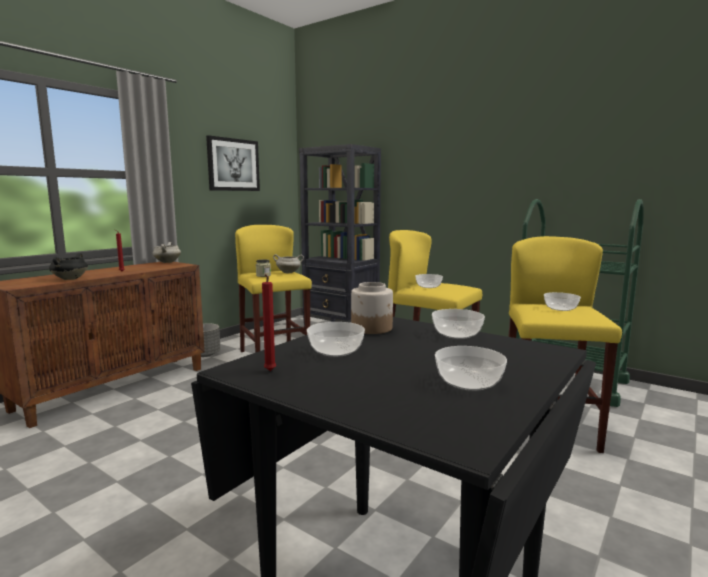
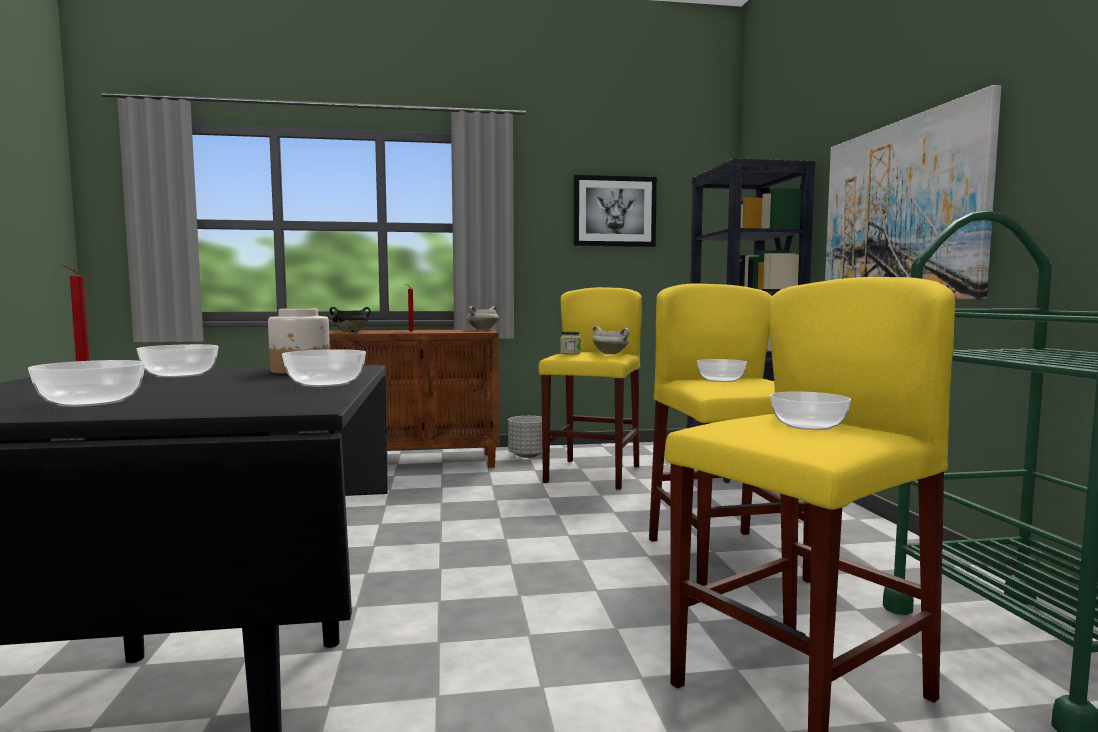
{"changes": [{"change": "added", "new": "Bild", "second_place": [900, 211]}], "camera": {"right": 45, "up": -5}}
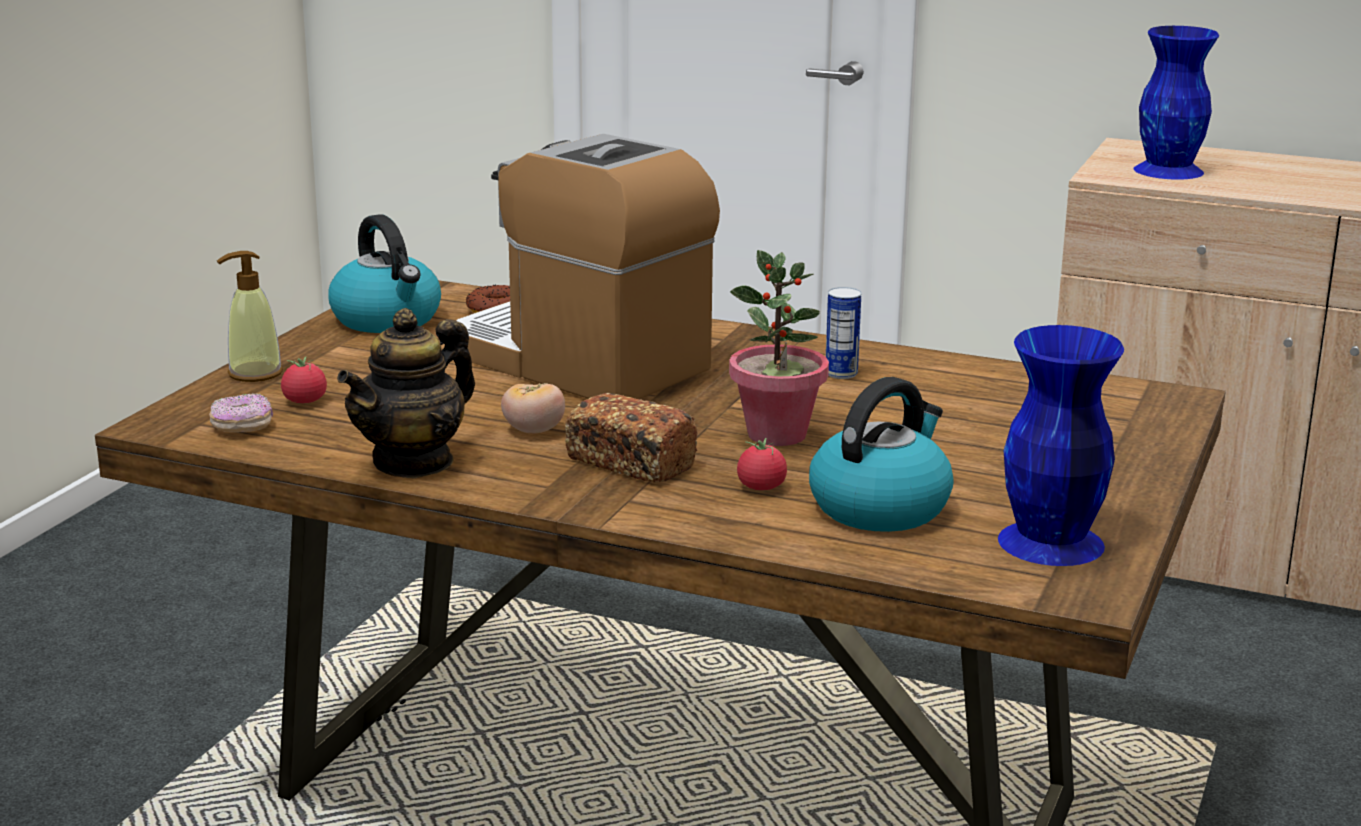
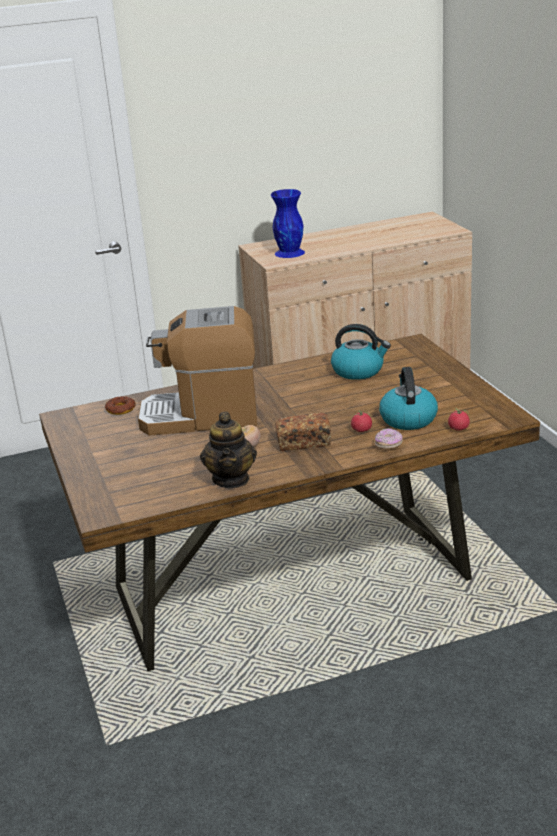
{"changes": [{"change": "moved", "old": "Donut", "first_place": [242, 428], "second_place": [388, 445]}, {"change": "removed", "old": "Seifenspender", "first_place": [254, 373]}, {"change": "moved", "old": "Tomate", "first_place": [305, 401], "second_place": [458, 428]}, {"change": "moved", "old": "Wasserkessel", "first_place": [388, 319], "second_place": [359, 371]}, {"change": "removed", "old": "Topfpflanze", "first_place": [777, 435]}, {"change": "removed", "old": "Dose", "first_place": [841, 373]}, {"change": "removed", "old": "Vase/blau", "first_place": [1049, 542]}], "camera": {"right": -40, "up": 5}}
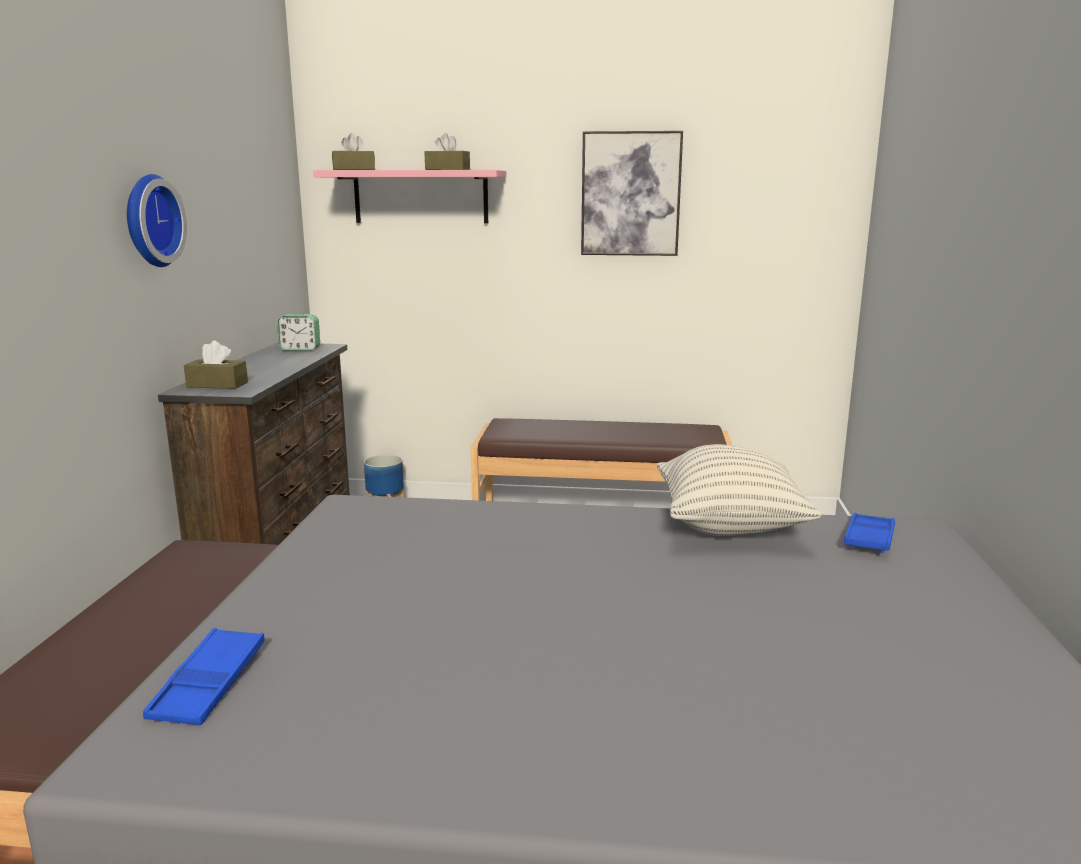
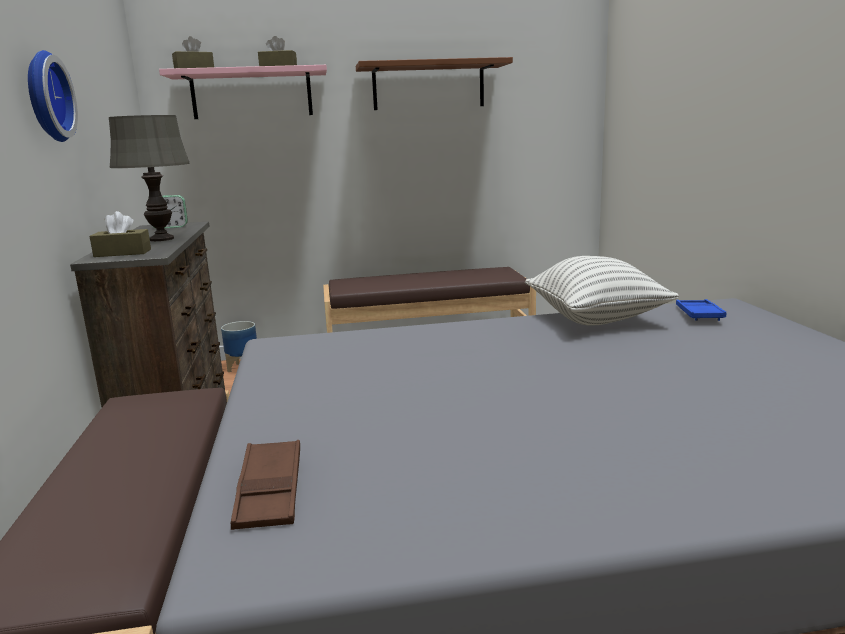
{"changes": [{"change": "recoloured", "old": "Tablett/blau", "new": "Tablett/braun", "first_place": [209, 684], "second_place": [270, 491]}, {"change": "replaced", "old": "Bild", "new": "Wandregal/braun", "first_place": [630, 194], "second_place": [428, 86]}, {"change": "added", "new": "Tischlampe/grau", "second_place": [162, 239]}], "camera": {"right": -15, "up": 0}}
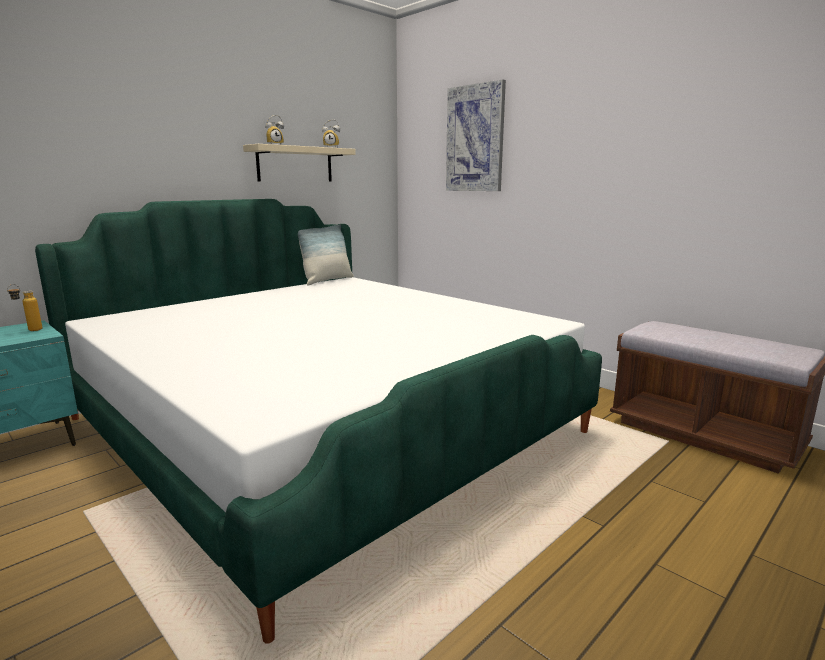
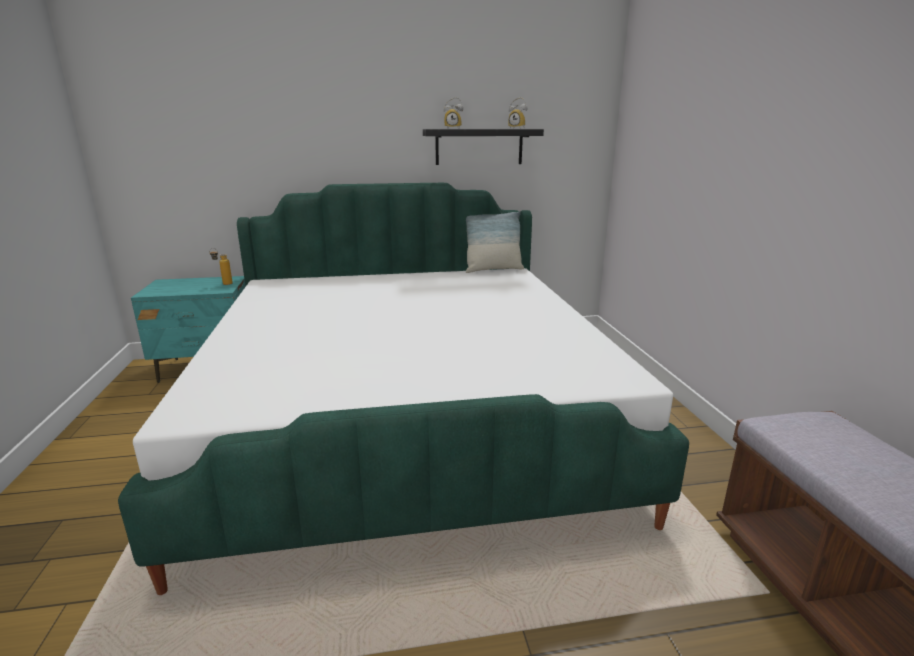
{"changes": [{"change": "recoloured", "old": "Wandregal/beige", "new": "Wandregal/schwarz", "first_place": [295, 164], "second_place": [479, 147]}, {"change": "removed", "old": "Bild", "first_place": [475, 139]}], "camera": {"right": 35, "up": 5}}
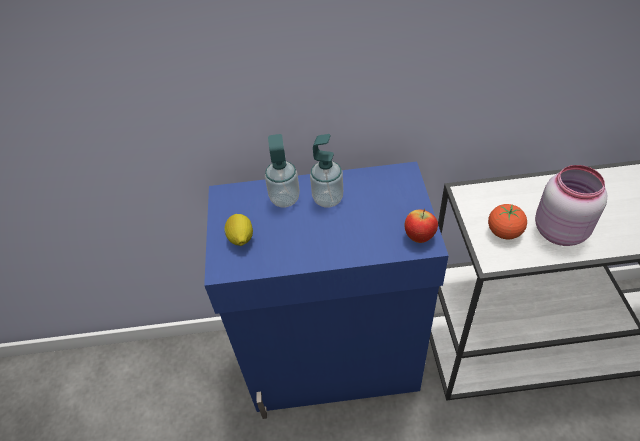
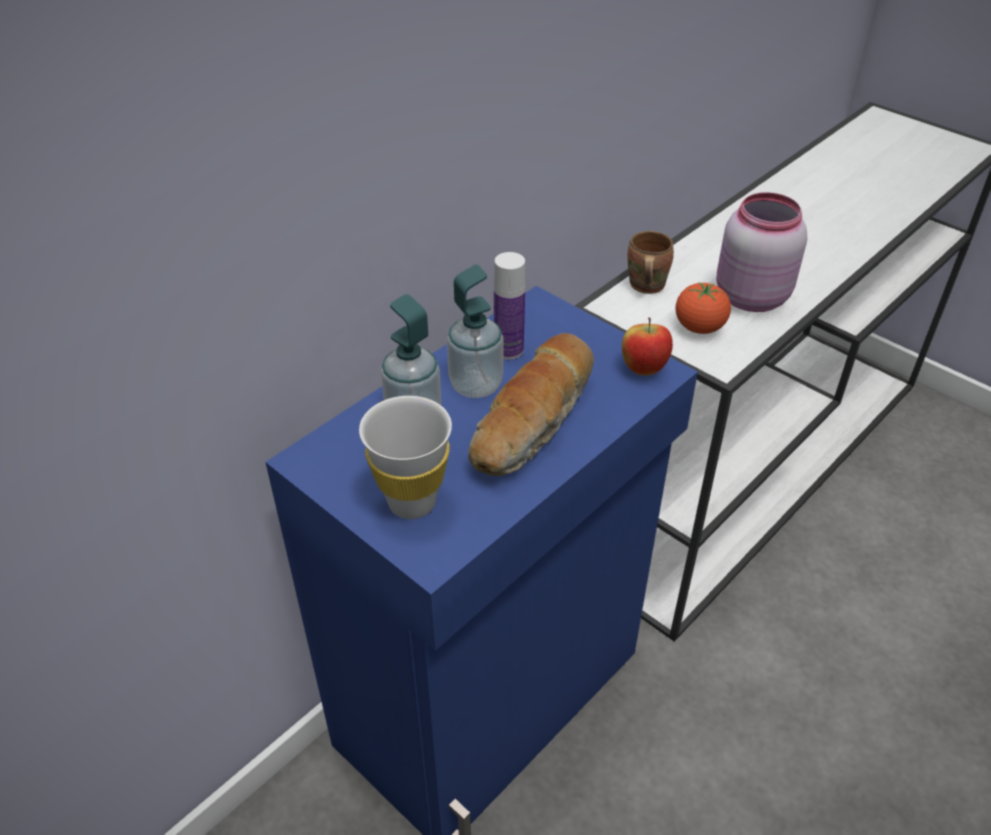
{"changes": [{"change": "replaced", "old": "Zitrone", "new": "Tasse/weiß", "first_place": [241, 239], "second_place": [412, 502]}, {"change": "added", "new": "Brot", "second_place": [534, 422]}, {"change": "added", "new": "Flasche", "second_place": [508, 350]}, {"change": "added", "new": "Henkelbecher/braun", "second_place": [644, 286]}], "camera": {"right": -45, "up": -5}}
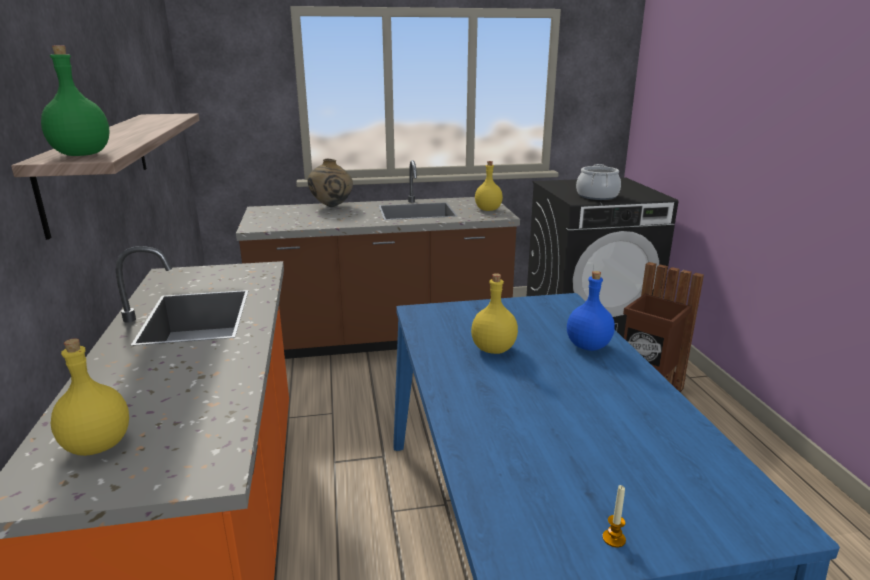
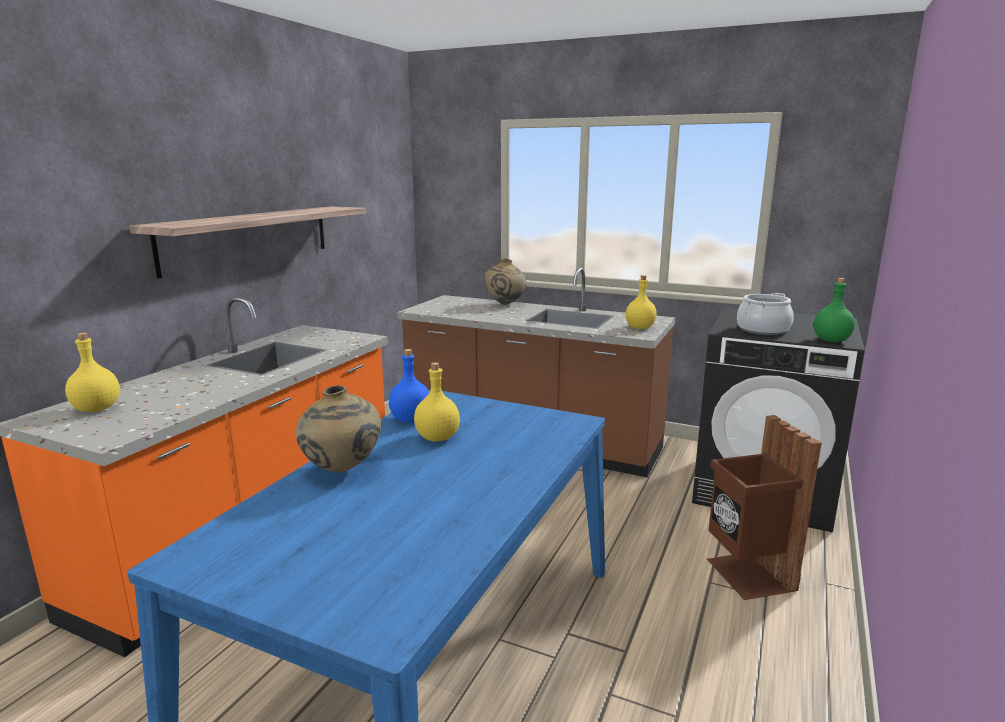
{"changes": [{"change": "moved", "old": "Flasche/grün", "first_place": [83, 154], "second_place": [832, 340]}, {"change": "moved", "old": "Flasche/blau", "first_place": [589, 346], "second_place": [411, 420]}, {"change": "removed", "old": "Kerze", "first_place": [613, 539]}, {"change": "added", "new": "Vase/beige", "second_place": [343, 471]}], "camera": {"right": 35, "up": -5}}
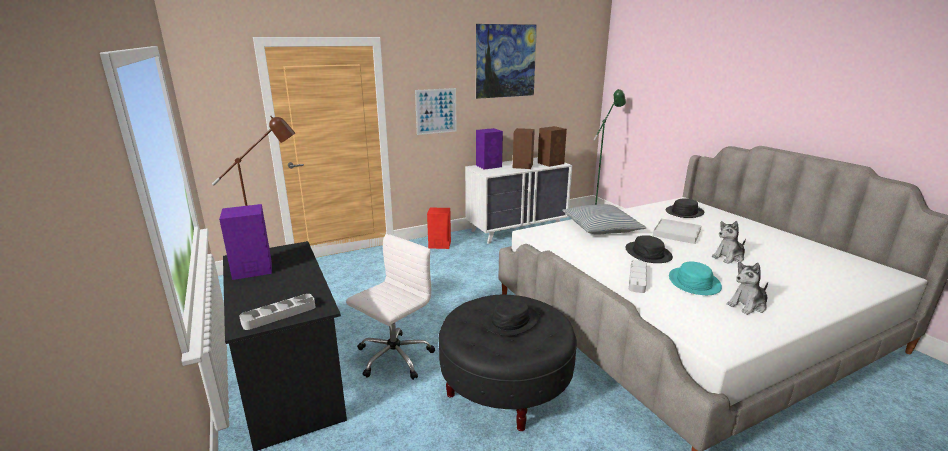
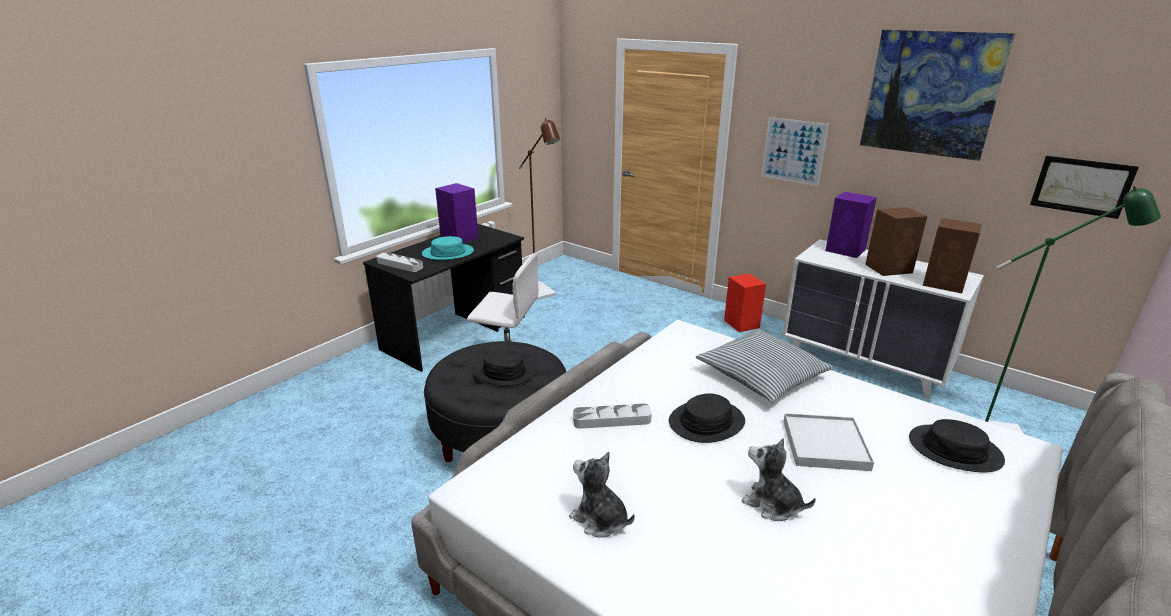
{"changes": [{"change": "moved", "old": "Hut/türkis", "first_place": [694, 282], "second_place": [448, 253]}, {"change": "added", "new": "Bild", "second_place": [1081, 186]}], "camera": {"right": 65, "up": 5}}
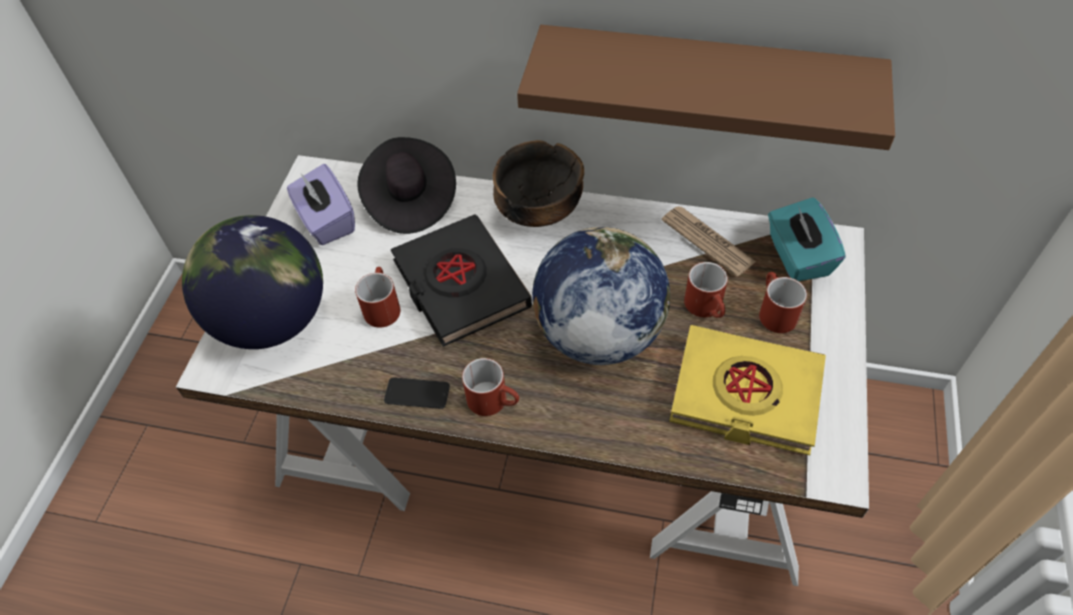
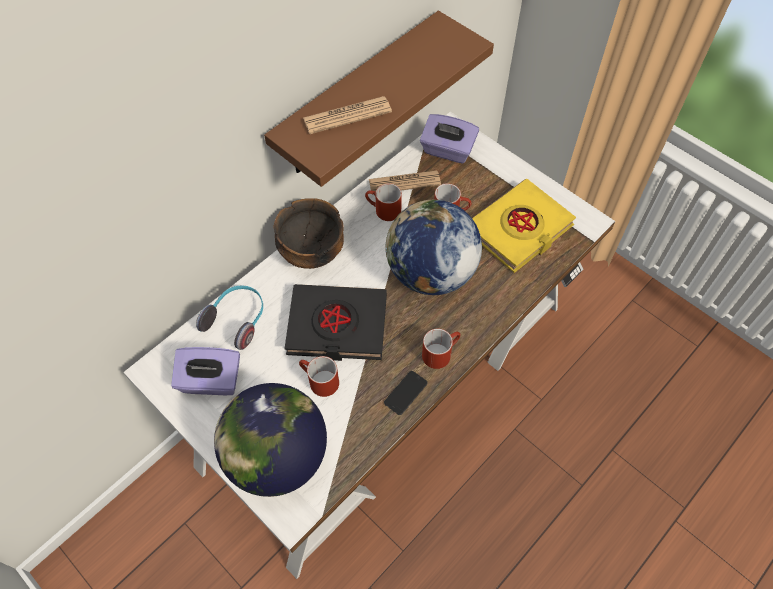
{"changes": [{"change": "replaced", "old": "Hut/schwarz", "new": "Kopfhörer", "first_place": [409, 201], "second_place": [237, 320]}, {"change": "moved", "old": "Henkelbecher/rot", "first_place": [773, 312], "second_place": [383, 210]}, {"change": "recoloured", "old": "Taschentuchbox/türkis", "new": "Taschentuchbox/lila", "first_place": [797, 257], "second_place": [447, 150]}, {"change": "added", "new": "Zeitung", "second_place": [347, 115]}], "camera": {"right": -60, "up": 5}}
